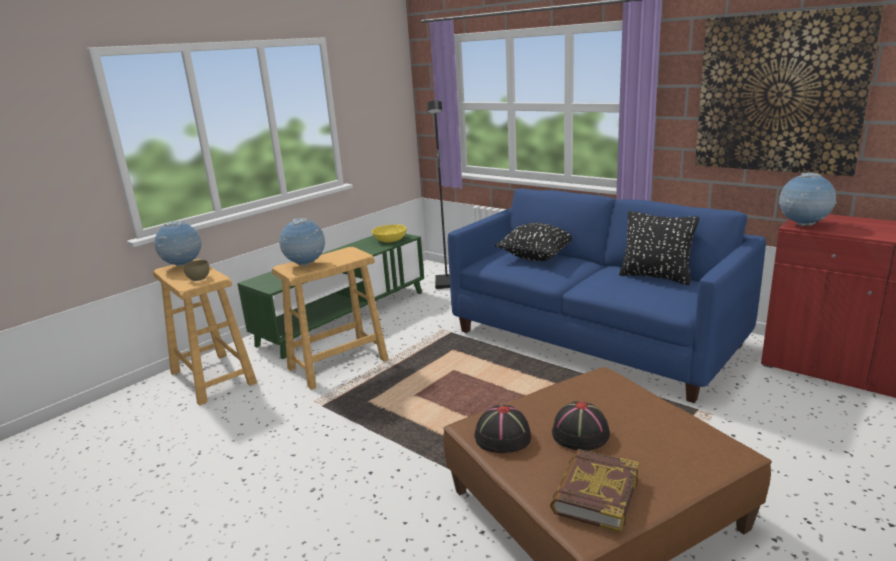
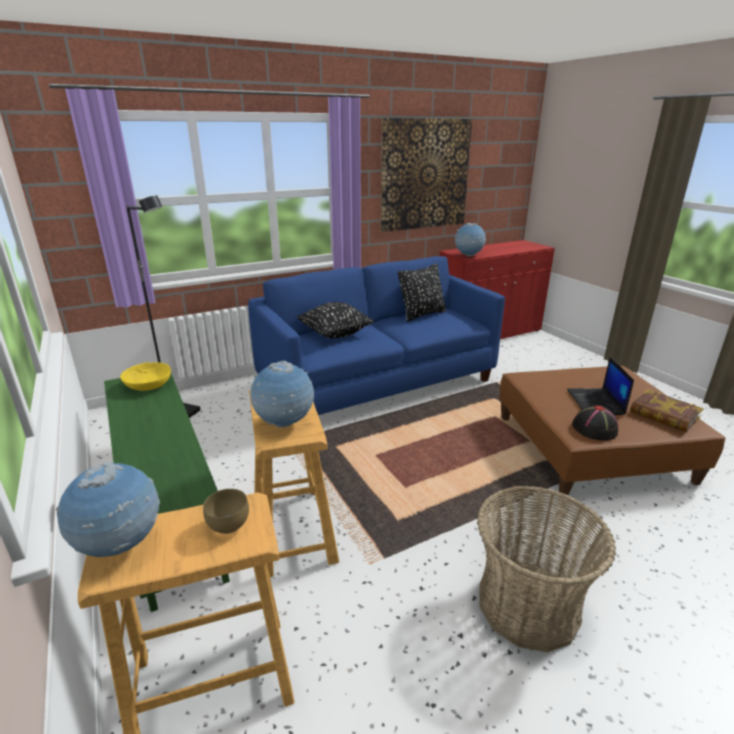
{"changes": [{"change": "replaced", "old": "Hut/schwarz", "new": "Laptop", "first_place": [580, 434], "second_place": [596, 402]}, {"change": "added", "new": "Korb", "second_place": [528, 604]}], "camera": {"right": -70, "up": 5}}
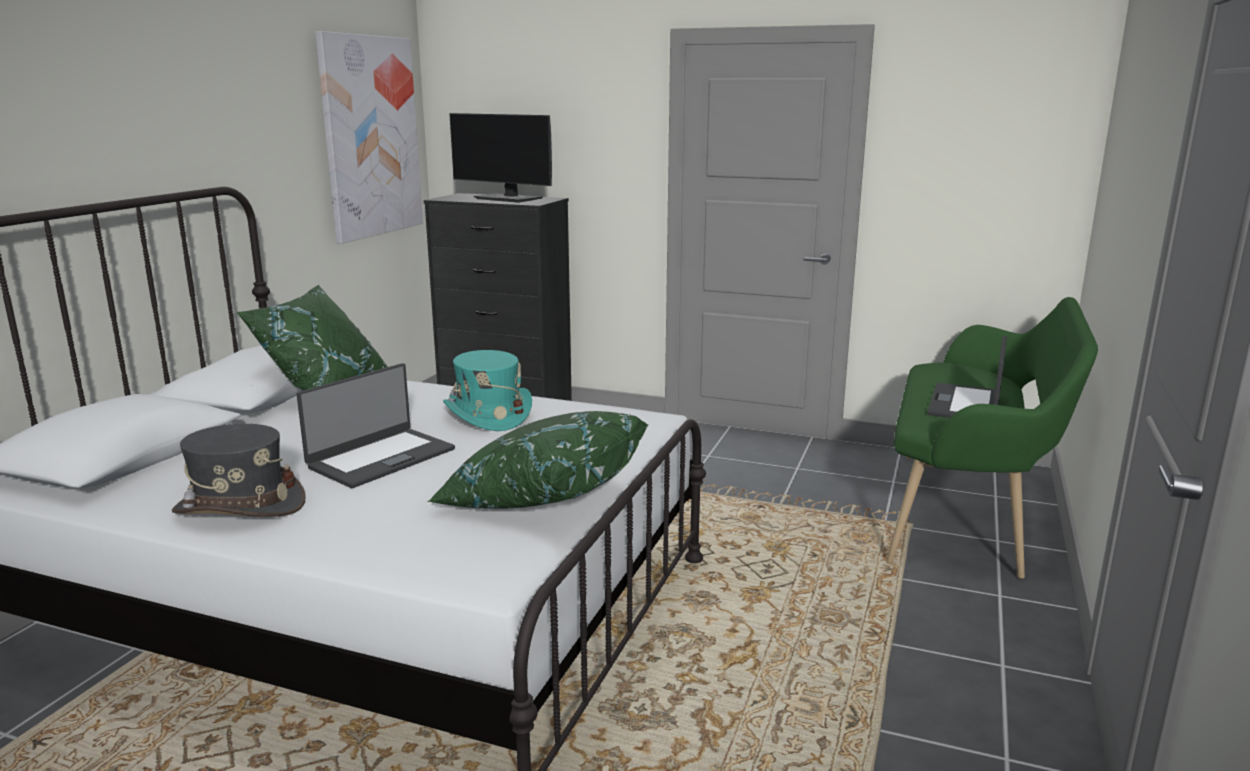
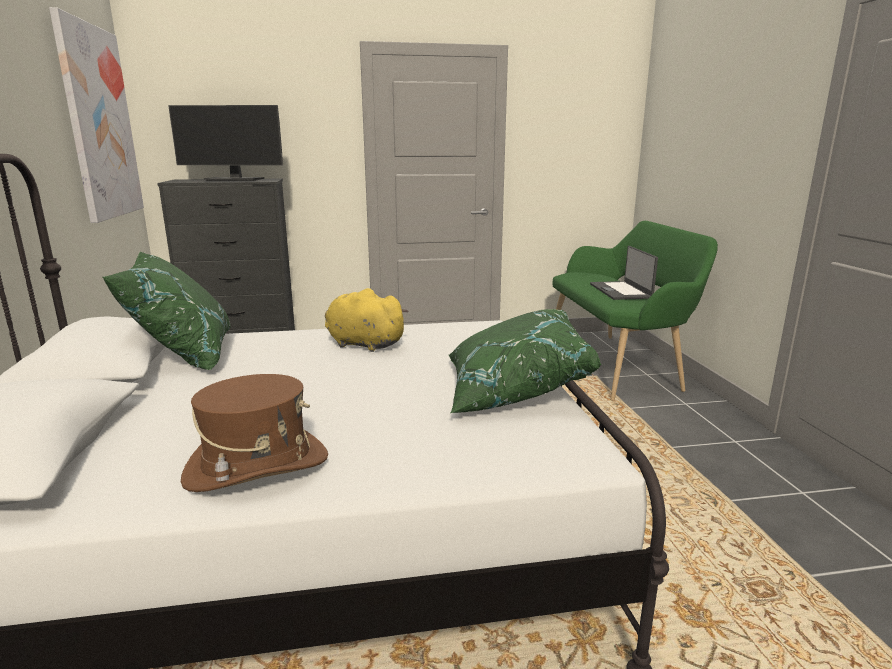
{"changes": [{"change": "recoloured", "old": "Hut/grau", "new": "Hut/braun", "first_place": [240, 506], "second_place": [257, 467]}, {"change": "removed", "old": "Laptop", "first_place": [380, 458]}, {"change": "replaced", "old": "Hut/türkis", "new": "Plüschtier/gelb", "first_place": [488, 415], "second_place": [362, 344]}], "camera": {"right": -30, "up": 0}}
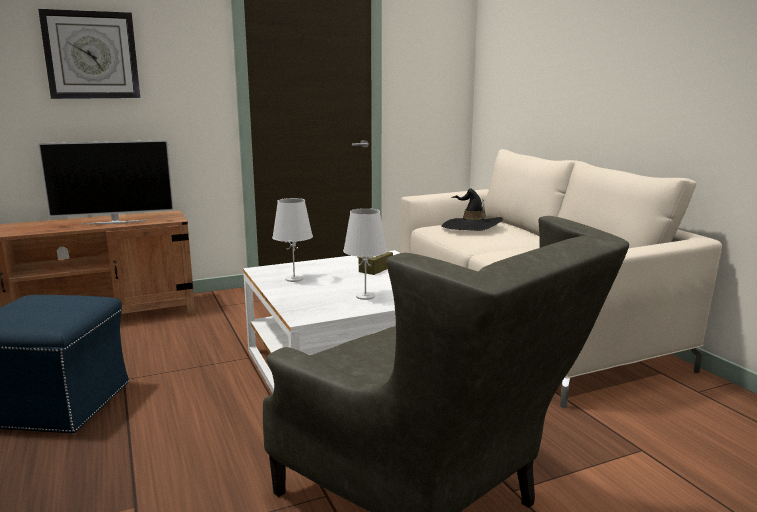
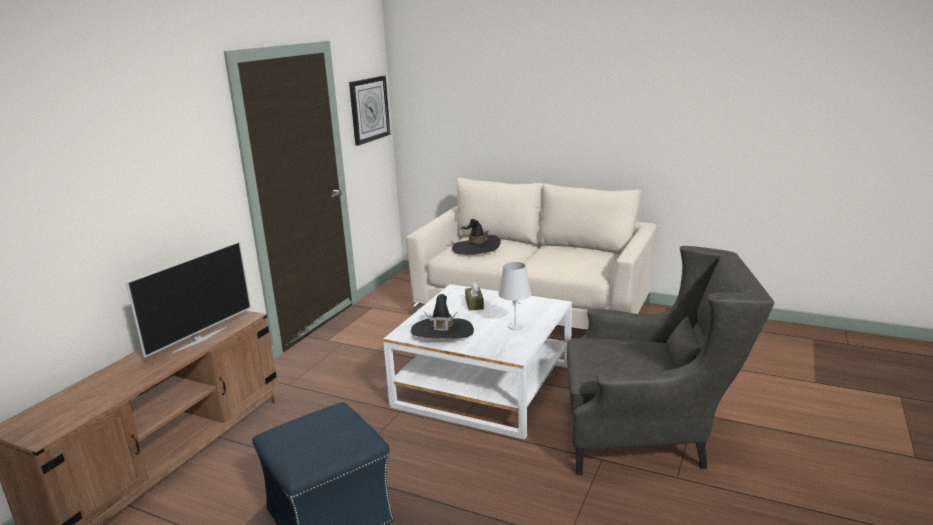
{"changes": [{"change": "moved", "old": "Wanduhr", "first_place": [91, 55], "second_place": [369, 109]}, {"change": "replaced", "old": "Tischlampe/weiß", "new": "Hut/schwarz", "first_place": [294, 279], "second_place": [442, 332]}], "camera": {"right": -40, "up": 5}}
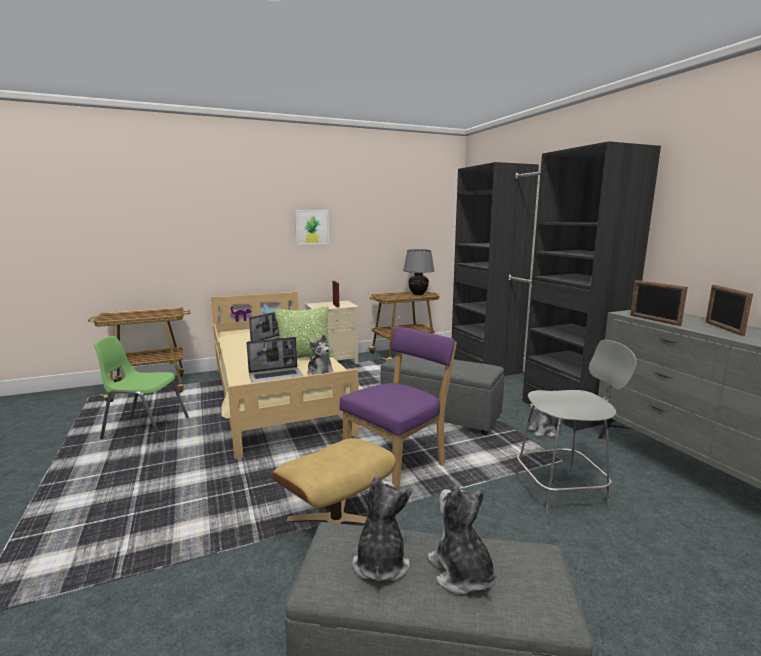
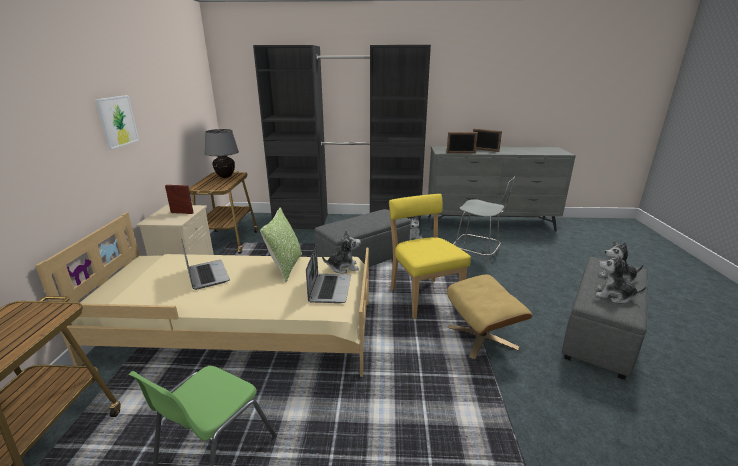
{"changes": [{"change": "recoloured", "old": "Stuhl/lila", "new": "Stuhl/gelb", "first_place": [398, 465], "second_place": [423, 296]}, {"change": "turned", "old": "Stuhl/grau", "first_place": [563, 490], "second_place": [477, 257], "degrees": 105}], "camera": {"right": -65, "up": 10}}
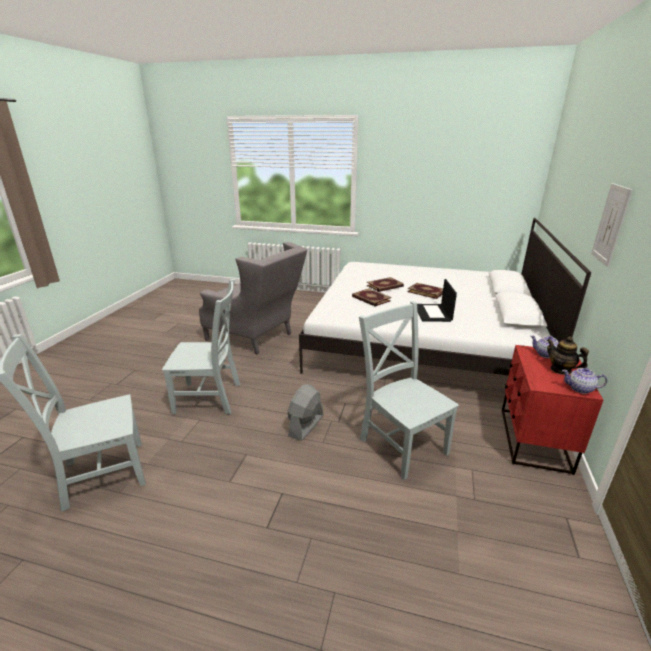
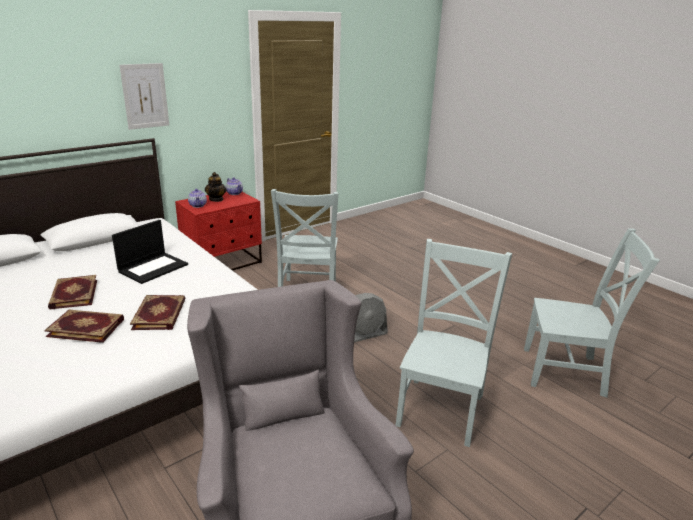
{"changes": [{"change": "turned", "old": "Stuhl/grau", "first_place": [211, 398], "second_place": [441, 407], "degrees": 75}], "camera": {"right": -145, "up": 0}}
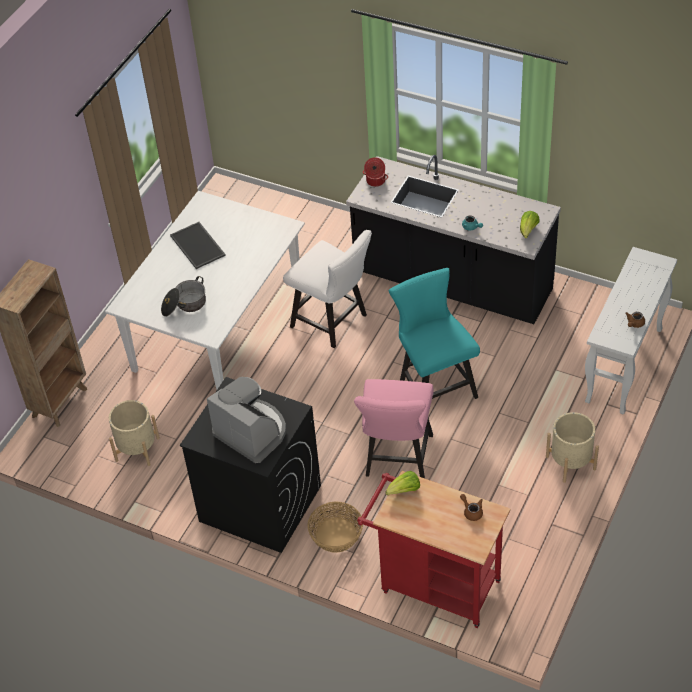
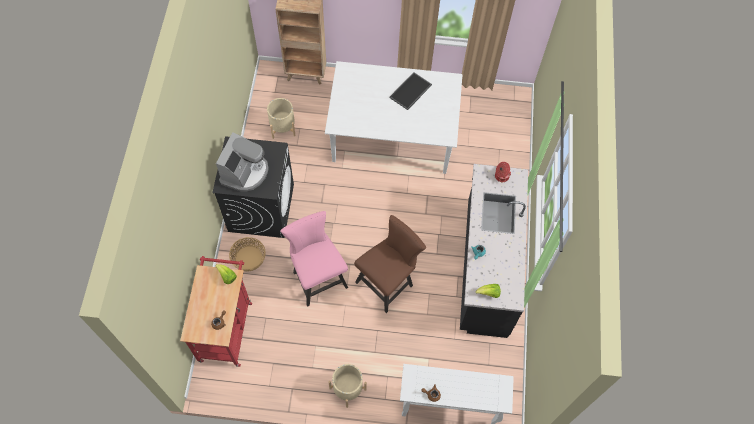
{"changes": [{"change": "removed", "old": "Kochtopf", "first_place": [184, 305]}, {"change": "removed", "old": "Stuhl/weiß", "first_place": [333, 322]}, {"change": "turned", "old": "Stuhl/rosa", "first_place": [397, 460], "second_place": [317, 277], "degrees": 75}, {"change": "recoloured", "old": "Stuhl/türkis", "new": "Stuhl/braun", "first_place": [434, 385], "second_place": [387, 282]}], "camera": {"right": 65, "up": 15}}
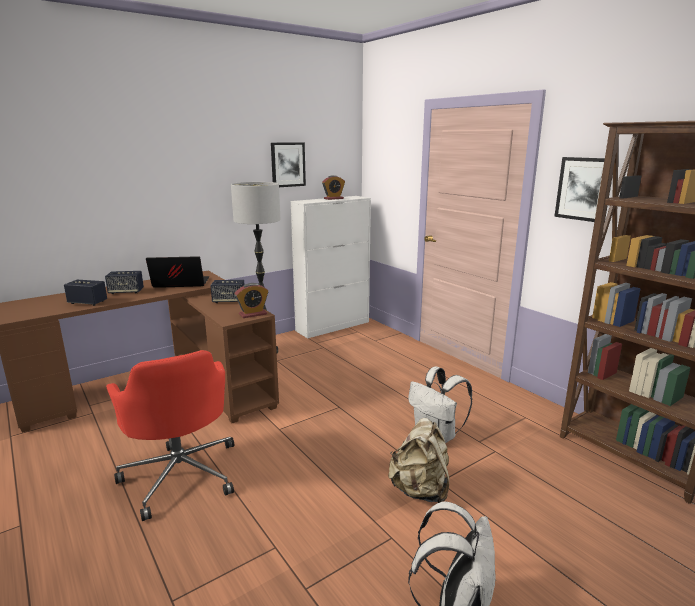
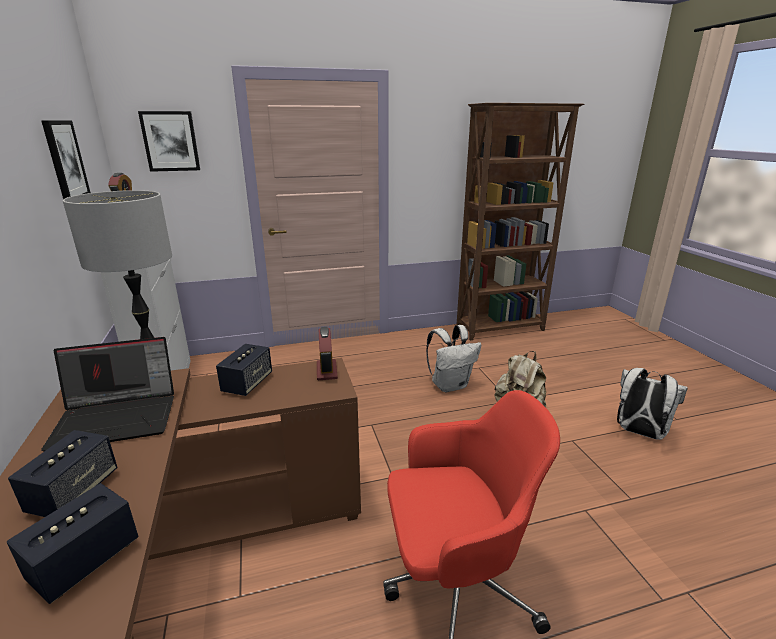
{"changes": [{"change": "turned", "old": "Laptop", "first_place": [180, 284], "second_place": [119, 417], "degrees": -120}, {"change": "moved", "old": "Bild", "first_place": [584, 189], "second_place": [170, 141]}], "camera": {"right": -70, "up": 5}}
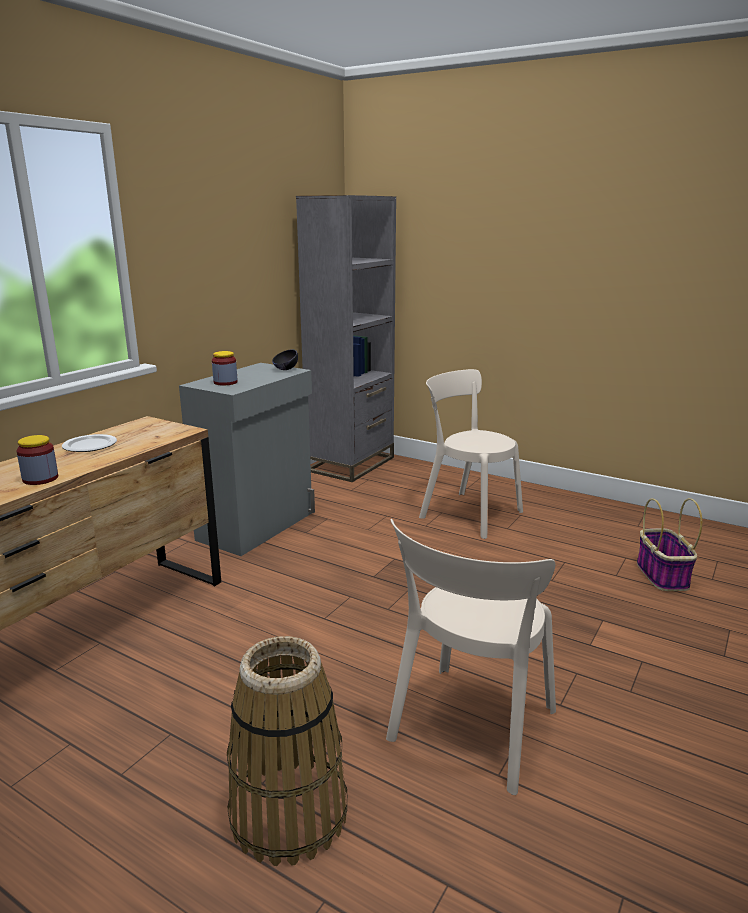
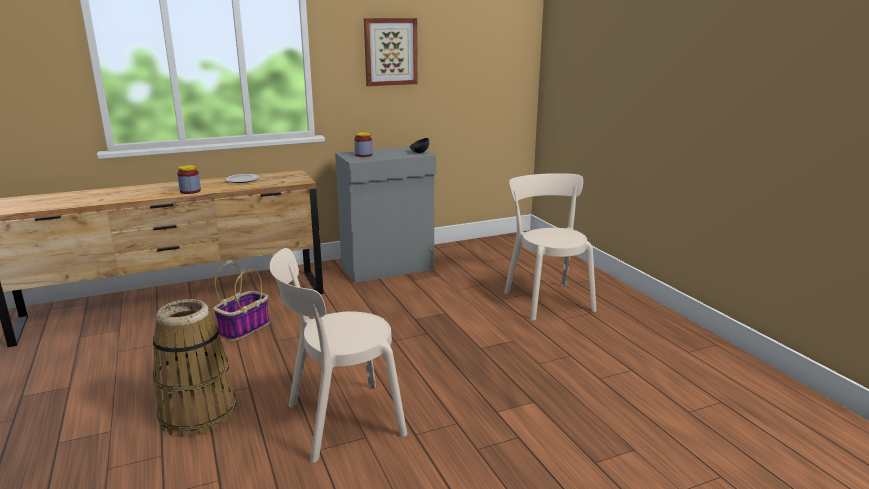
{"changes": [{"change": "removed", "old": "Bücherregal/grau", "first_place": [351, 464]}, {"change": "moved", "old": "Korb", "first_place": [661, 575], "second_place": [244, 328]}, {"change": "added", "new": "Bild", "second_place": [390, 52]}], "camera": {"right": 35, "up": 0}}
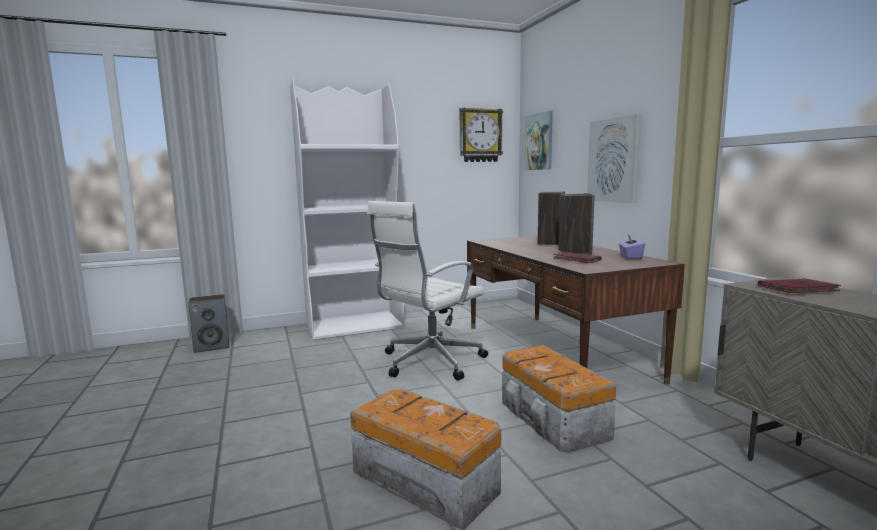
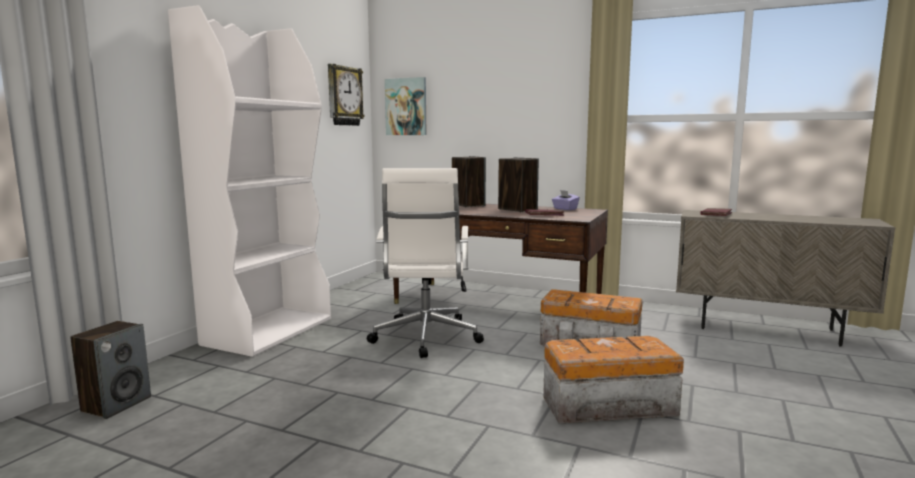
{"changes": [{"change": "removed", "old": "Bild", "first_place": [613, 160]}], "camera": {"right": -45, "up": 0}}
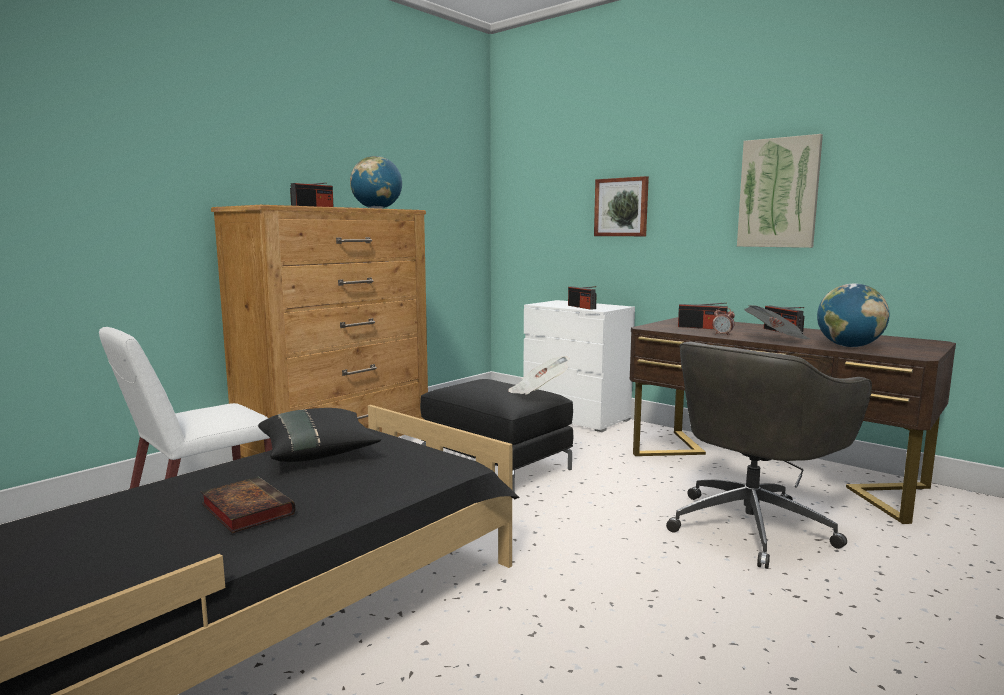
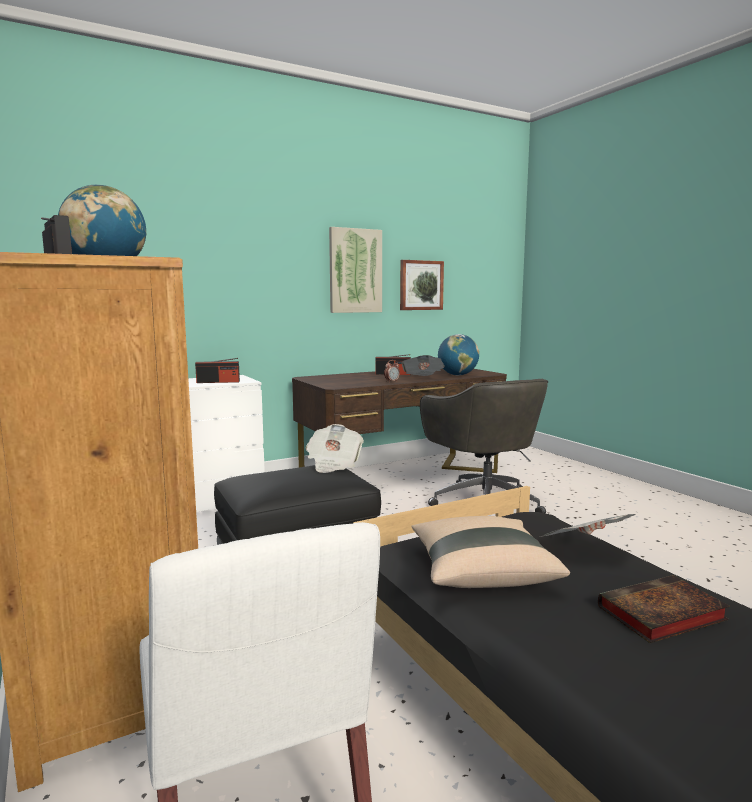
{"changes": [{"change": "recoloured", "old": "Kissen/schwarz", "new": "Kissen/beige", "first_place": [318, 453], "second_place": [481, 572]}, {"change": "moved", "old": "Bild", "first_place": [621, 207], "second_place": [420, 285]}, {"change": "removed", "old": "Radio", "first_place": [702, 328]}, {"change": "added", "new": "Zeitung", "second_place": [583, 548]}], "camera": {"right": -70, "up": 0}}
